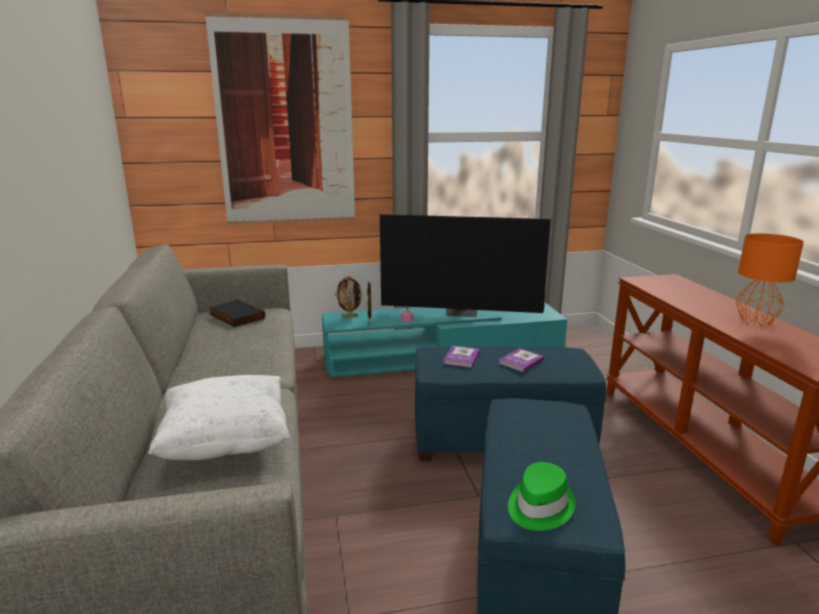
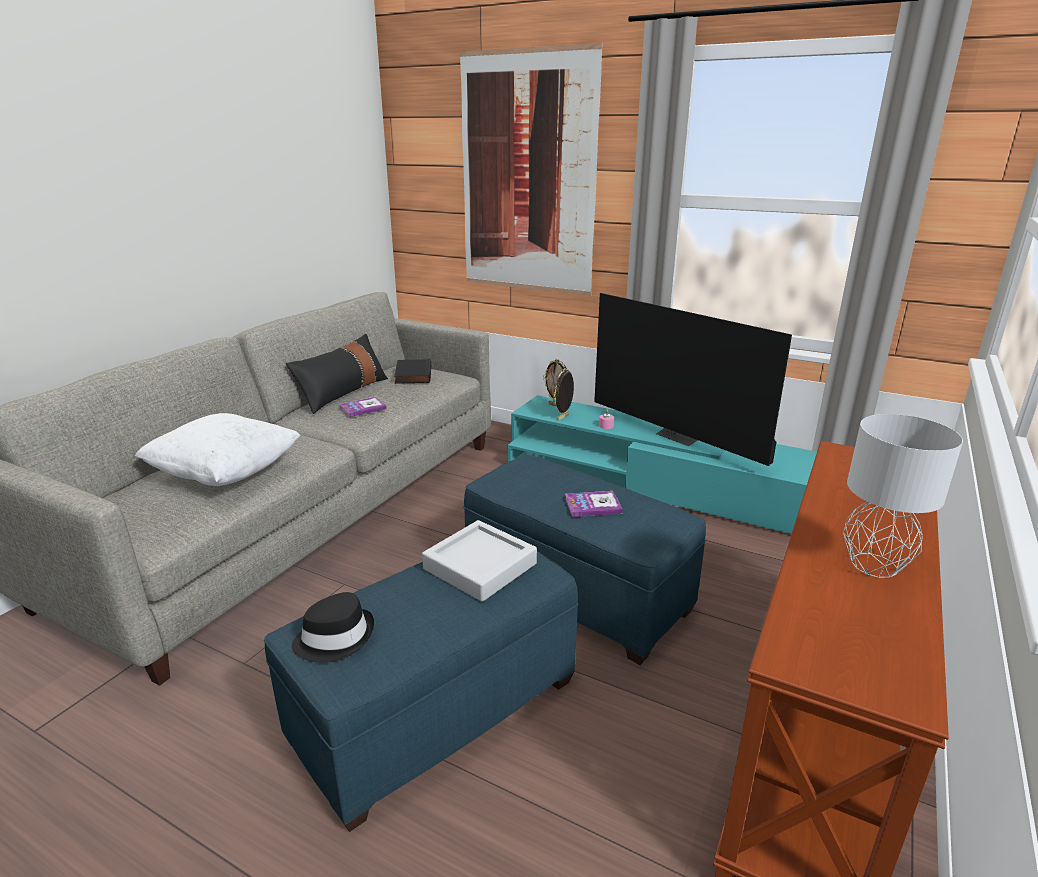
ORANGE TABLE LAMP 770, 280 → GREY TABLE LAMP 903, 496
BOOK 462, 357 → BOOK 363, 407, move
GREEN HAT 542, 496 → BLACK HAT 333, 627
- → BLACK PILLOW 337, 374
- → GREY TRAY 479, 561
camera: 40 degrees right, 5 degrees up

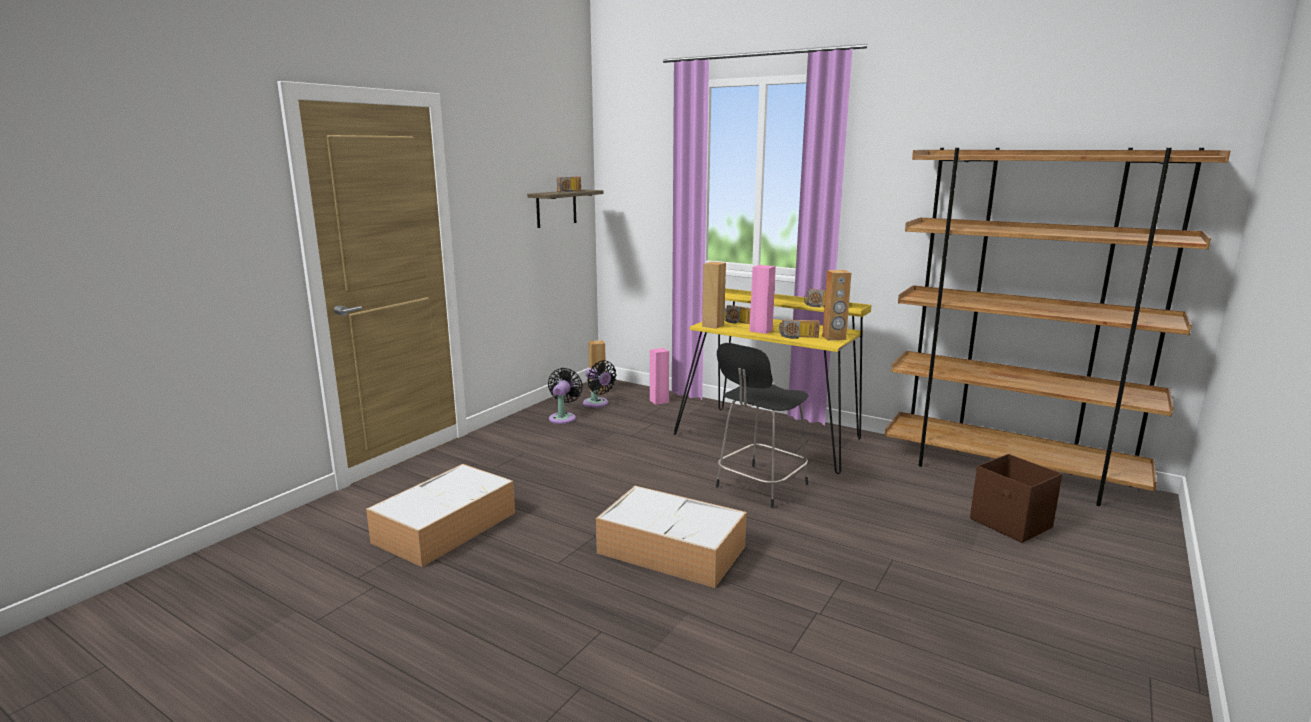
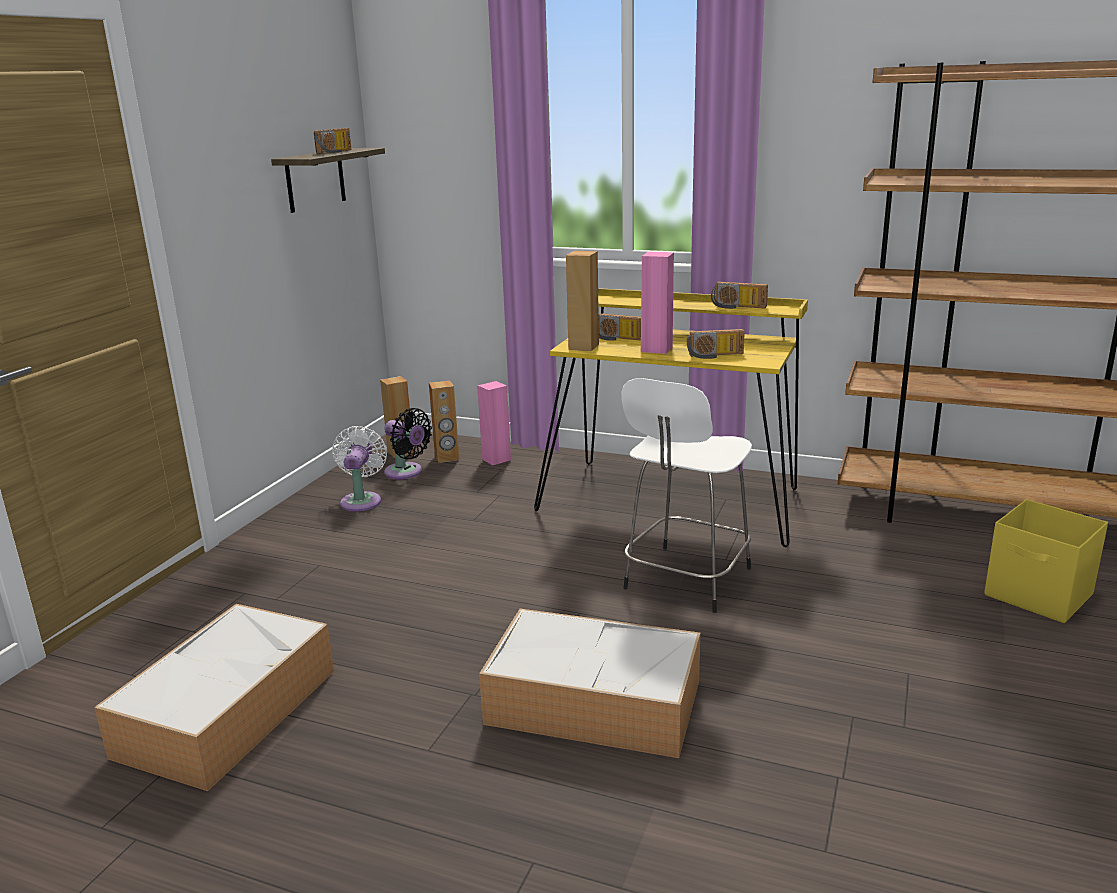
BROWN SPEAKER 836, 305 → BROWN SPEAKER 444, 421, move
BLACK STOOL 762, 425 → WHITE STOOL 686, 495
BLACK FAN 565, 396 → WHITE FAN 359, 469
BROWN STORAGE BOX 1016, 498 → YELLOW STORAGE BOX 1046, 561
camera: 10 degrees left, 5 degrees up

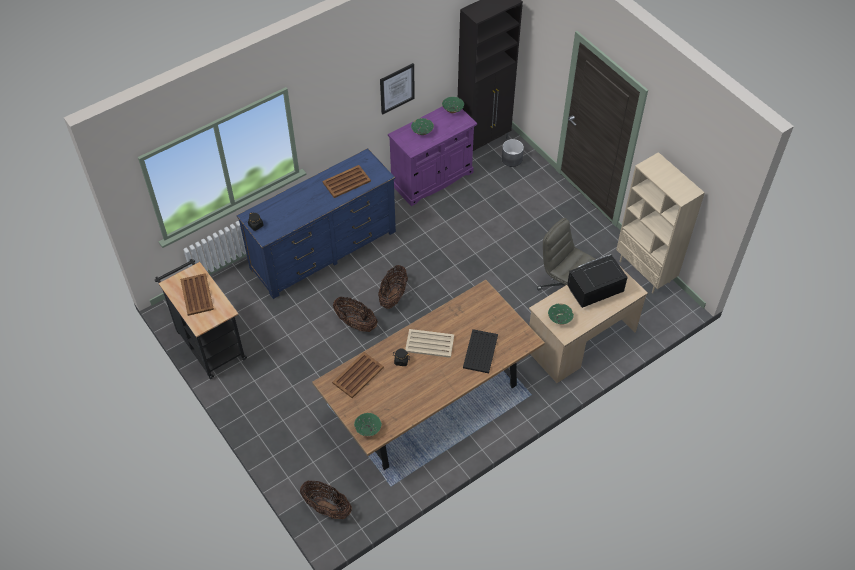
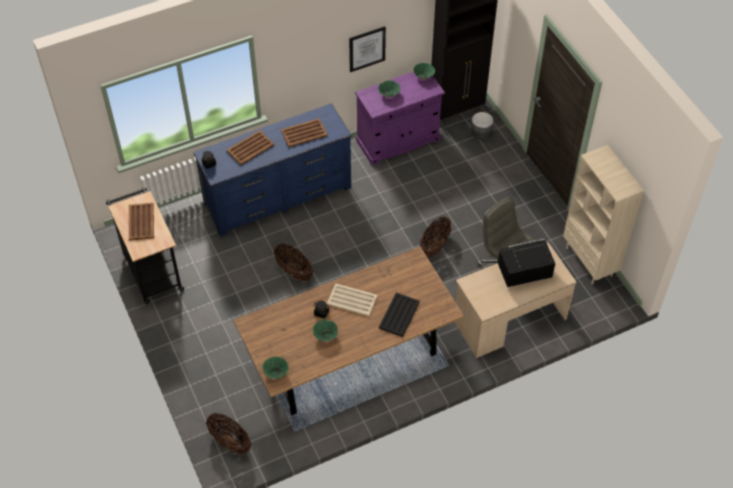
BASKET 393, 287 → BASKET 435, 236, move
GREEN BOWL 561, 314 → GREEN BOWL 325, 330, move
BROWN TRAY 358, 375 → BROWN TRAY 250, 147, move
camera: 10 degrees right, 0 degrees up

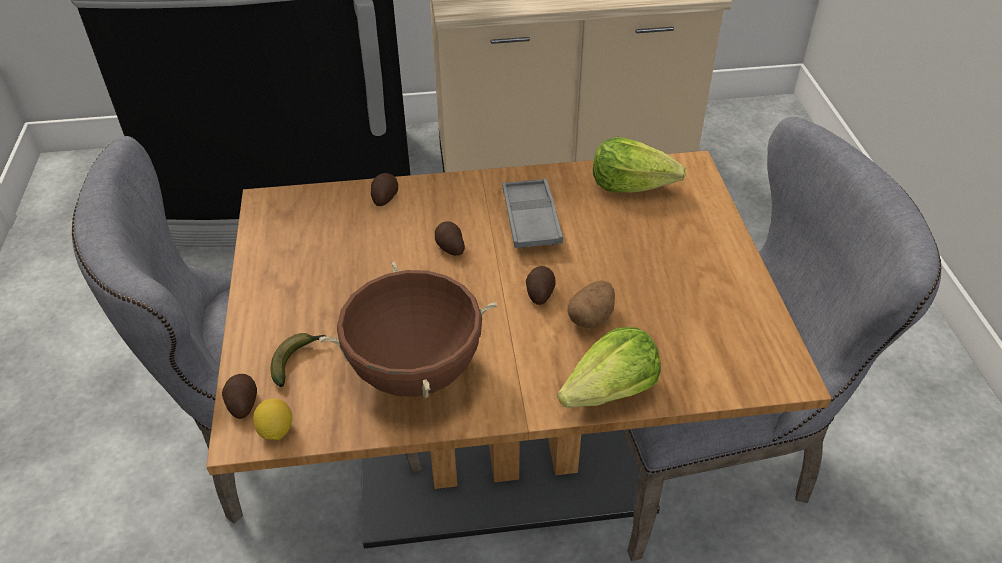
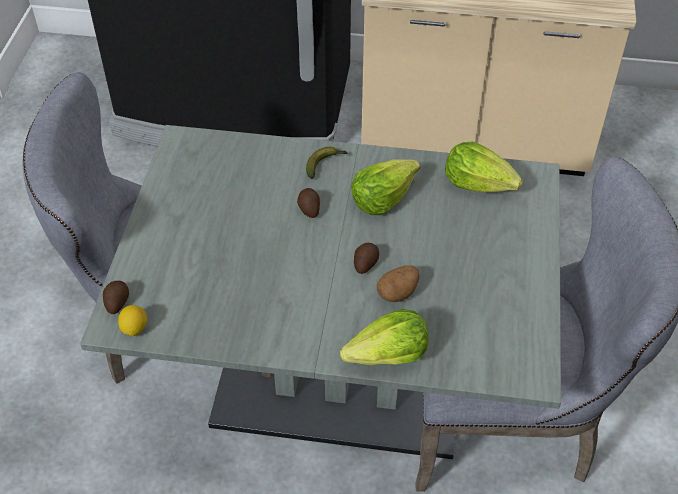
BROWN DINING TABLE 519, 350 → GREY DINING TABLE 320, 292
POTATO 384, 189 → -
GREY TRAY 532, 213 → LETTUCE 385, 187
BROWN COOKING POT 408, 330 → -
BANANA 298, 360 → BANANA 327, 163, move
camera: 15 degrees right, 5 degrees up

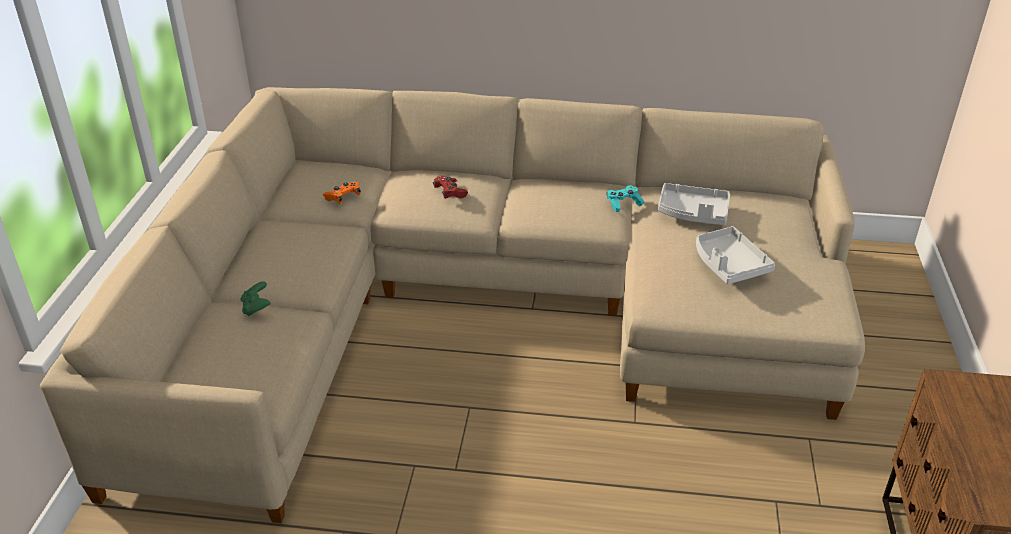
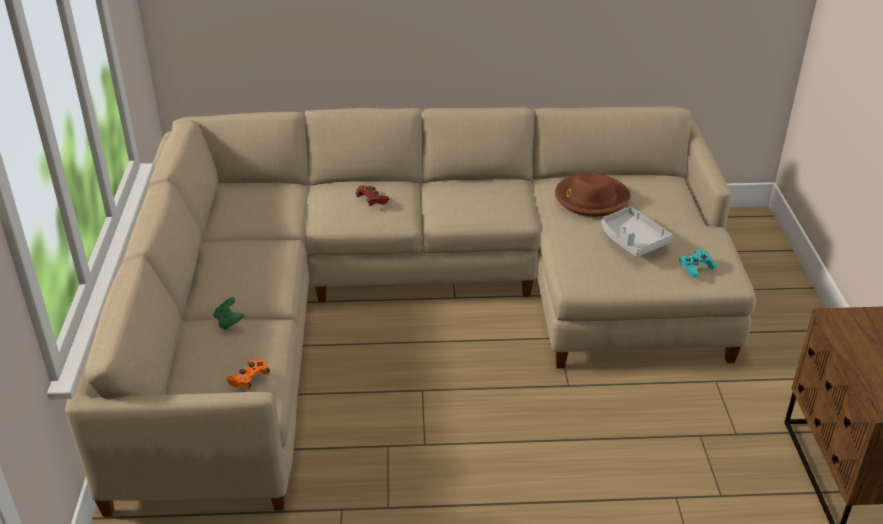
ORANGE GAME CONTROLLER 342, 193 → ORANGE GAME CONTROLLER 248, 375, move
GREY TRAY 694, 204 → BROWN HAT 593, 194
TURQUOISE GAME CONTROLLER 625, 198 → TURQUOISE GAME CONTROLLER 698, 263, move
camera: 10 degrees left, 0 degrees up

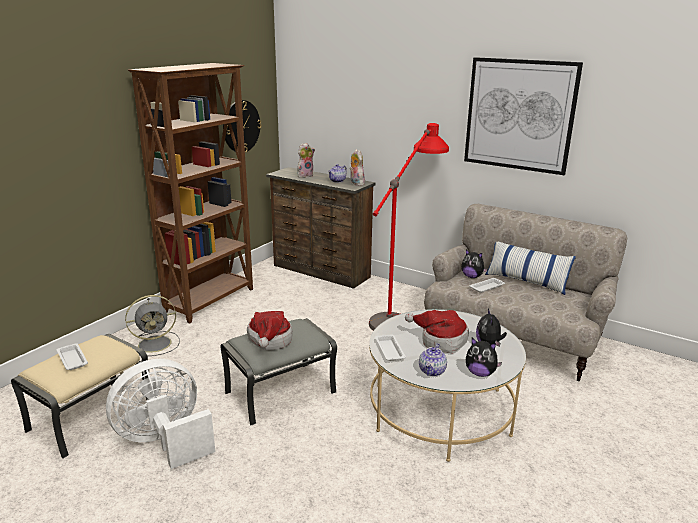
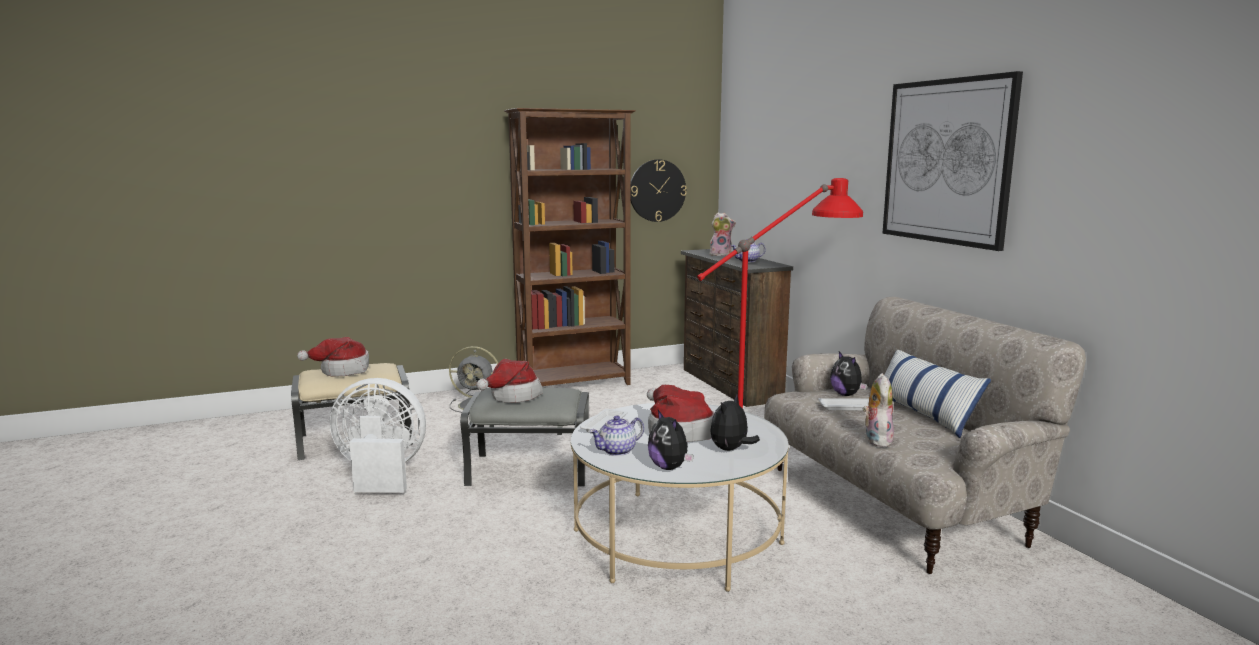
PLUSH TOY 357, 167 → PLUSH TOY 878, 410, move
WHITE TRAY 72, 356 → HAT 333, 356
camera: 35 degrees right, 10 degrees down

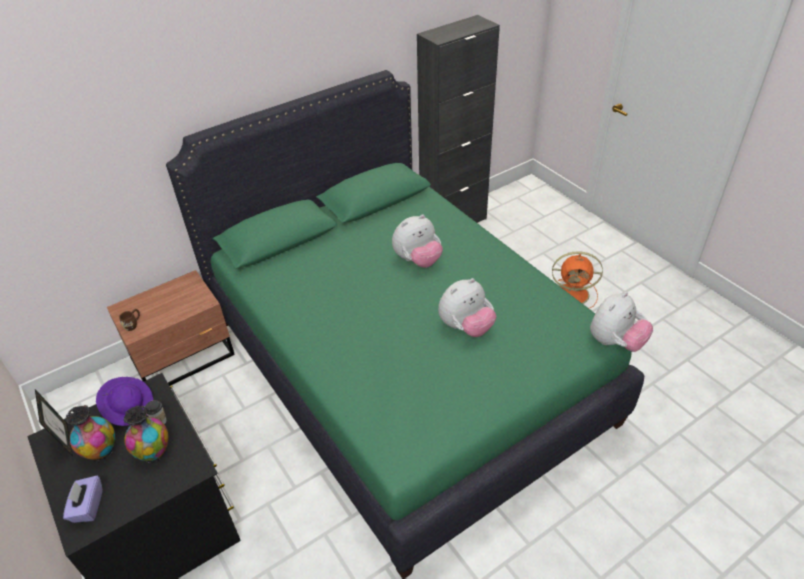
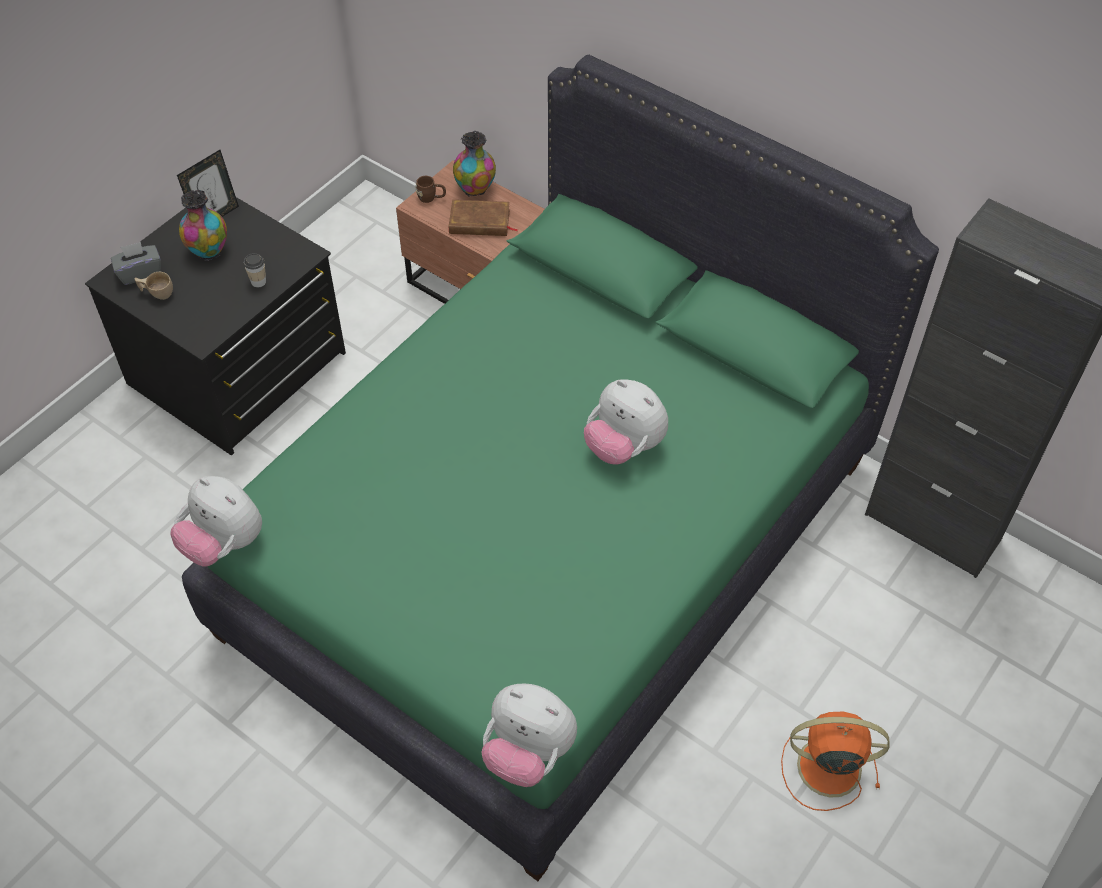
ORANGE FAN 577, 279 → ORANGE FAN 835, 761, 105 degrees clockwise
PLUSH TOY 467, 307 → PLUSH TOY 216, 521, move
PURPLE HAT 124, 401 → -
VASE 146, 434 → VASE 474, 164, move
PURPLE TISSUE BOX 83, 499 → GREY TISSUE BOX 136, 263
- → BROWN BOOK 484, 218
- → BEIGE CUP 153, 286
camera: 70 degrees right, 10 degrees up

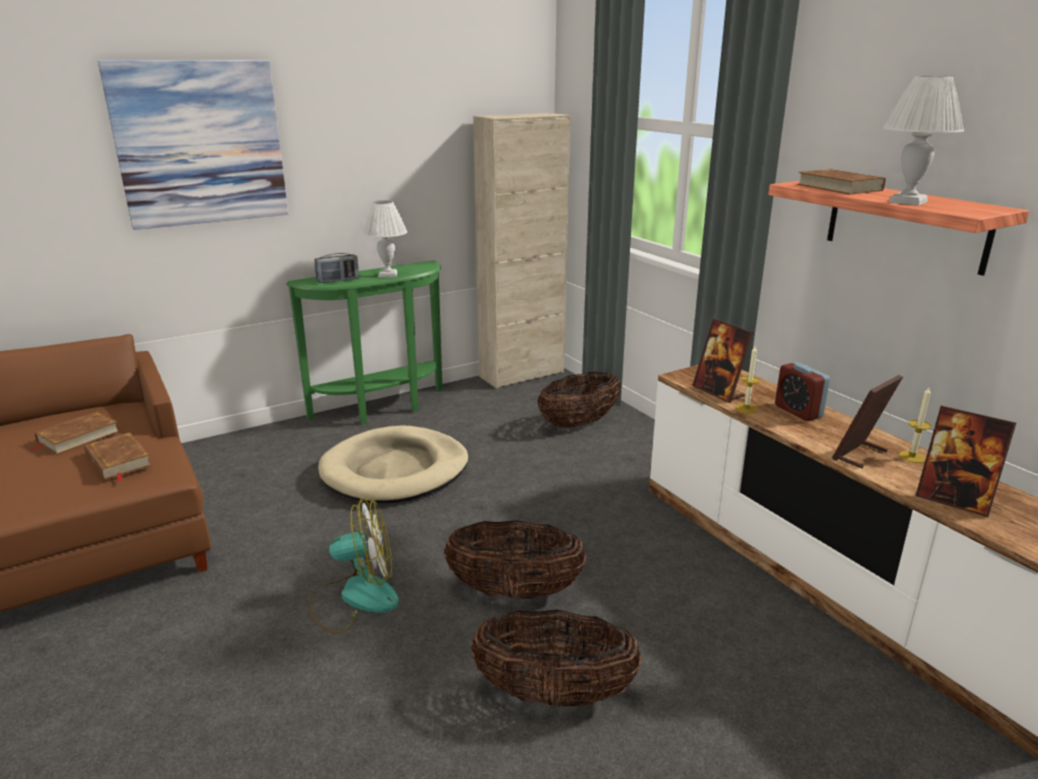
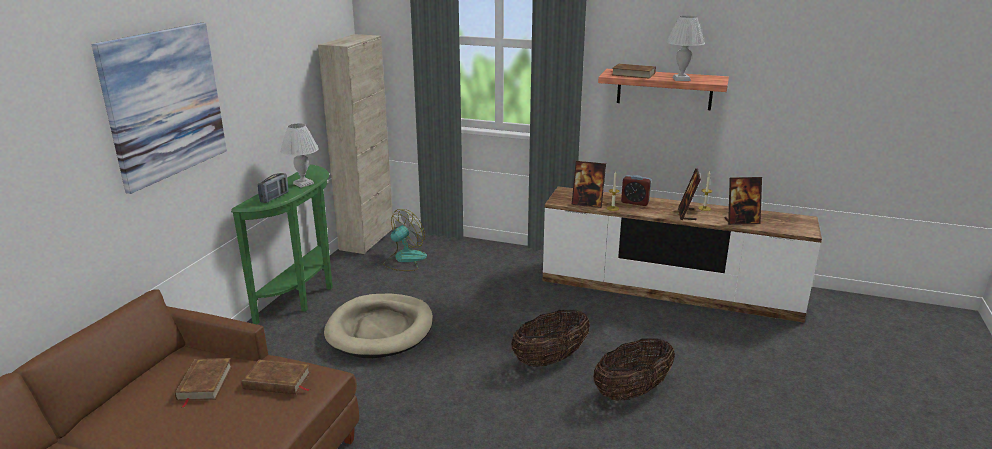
BASKET 579, 400 → -
FAN 354, 566 → FAN 405, 240, move
camera: 40 degrees left, 0 degrees up

